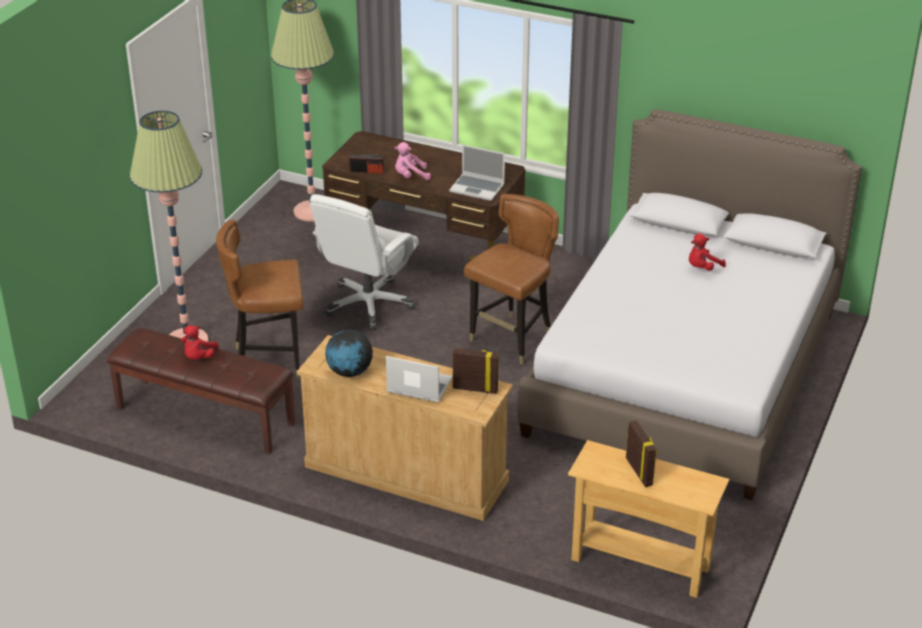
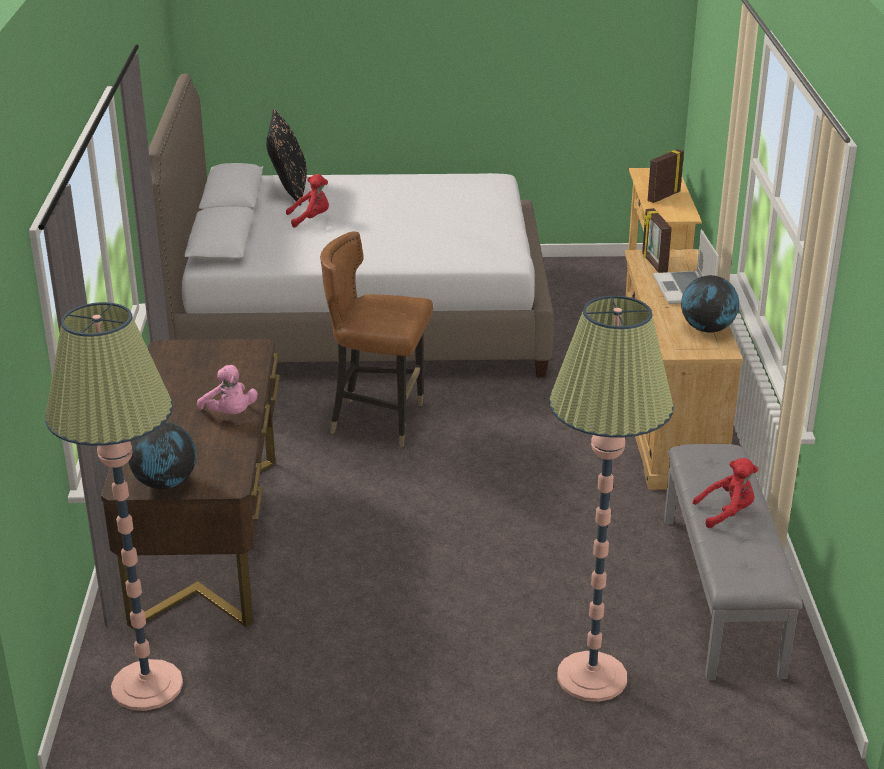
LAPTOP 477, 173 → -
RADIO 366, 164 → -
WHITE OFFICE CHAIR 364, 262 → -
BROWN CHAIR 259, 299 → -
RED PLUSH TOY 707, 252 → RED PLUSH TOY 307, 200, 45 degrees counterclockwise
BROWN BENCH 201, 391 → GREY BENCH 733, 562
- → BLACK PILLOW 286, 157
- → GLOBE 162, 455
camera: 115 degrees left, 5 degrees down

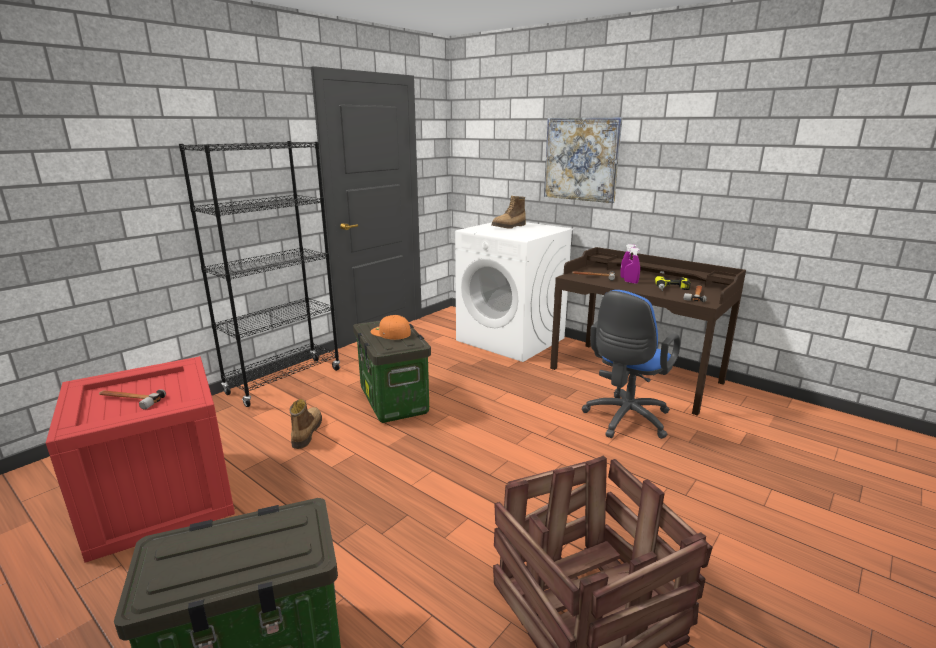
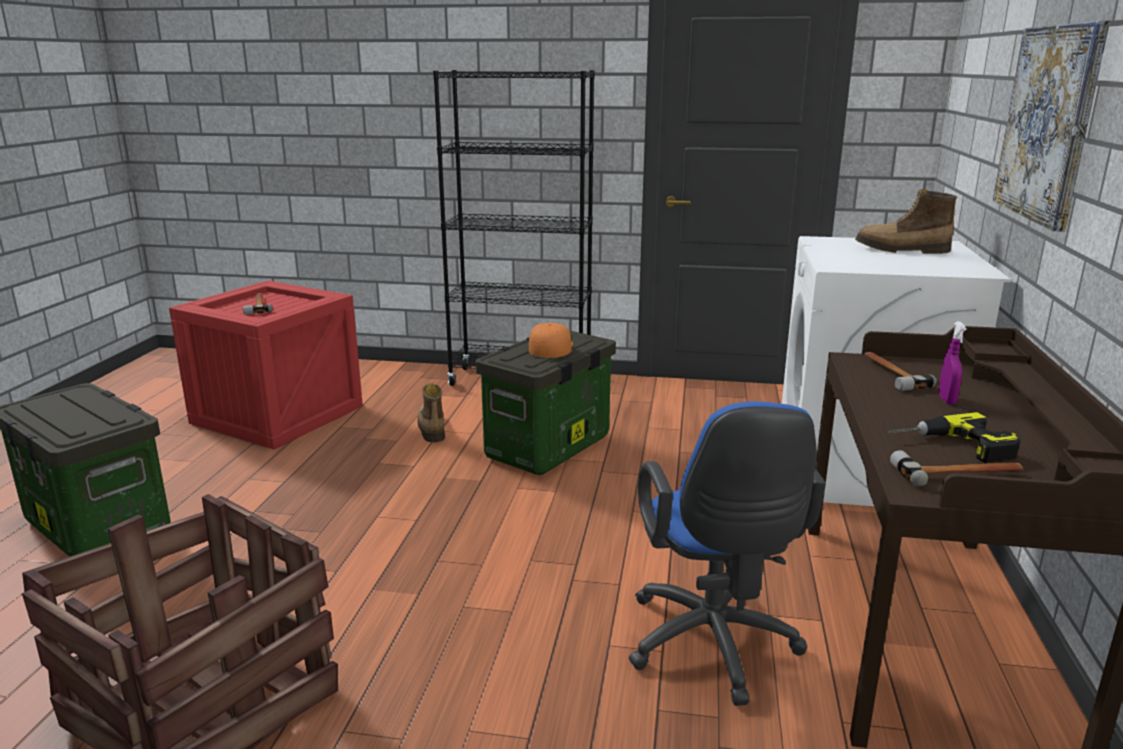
PURPLE SPRAY BOTTLE 632, 265 → -
BLUE OFFICE CHAIR 631, 364 → BLUE OFFICE CHAIR 727, 553, 105 degrees counterclockwise
BOOT 306, 424 → BOOT 431, 412, 75 degrees counterclockwise
camera: 60 degrees right, 0 degrees up

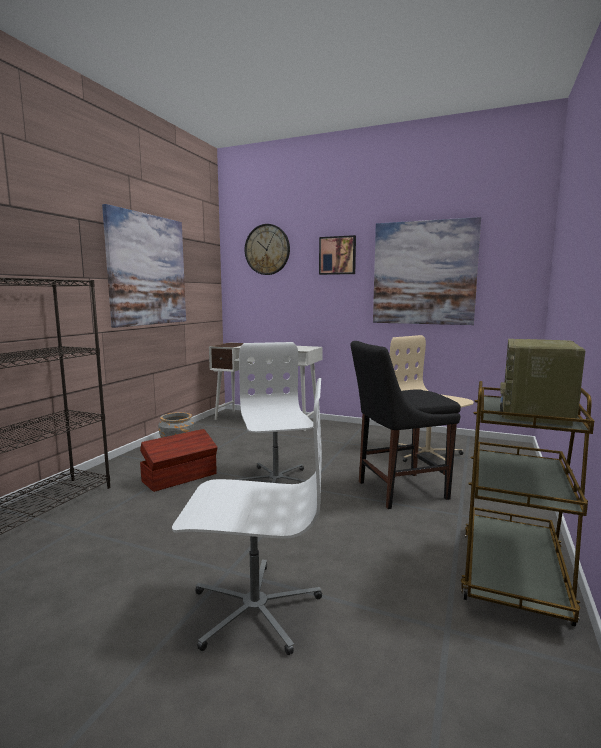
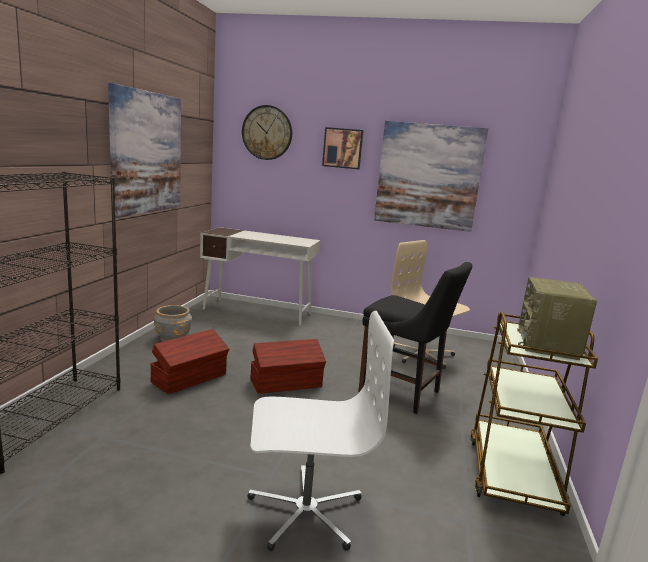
BLACK CHAIR 406, 425 → BLACK CHAIR 415, 338, 120 degrees counterclockwise
WHITE OFFICE CHAIR 274, 412 → BROWN STORAGE BOX 288, 366
camera: 10 degrees left, 5 degrees up

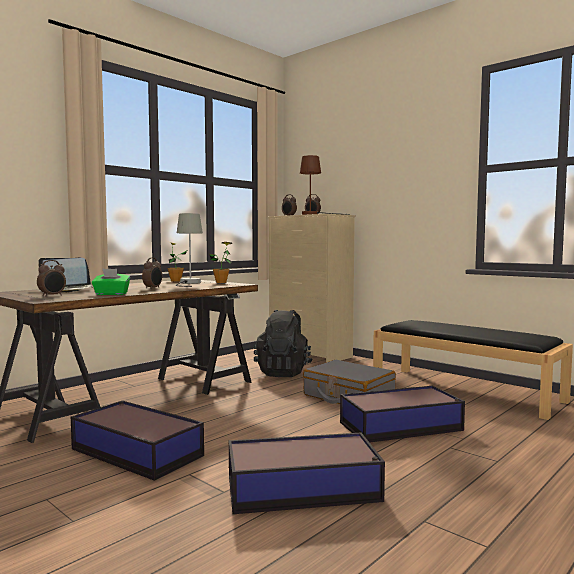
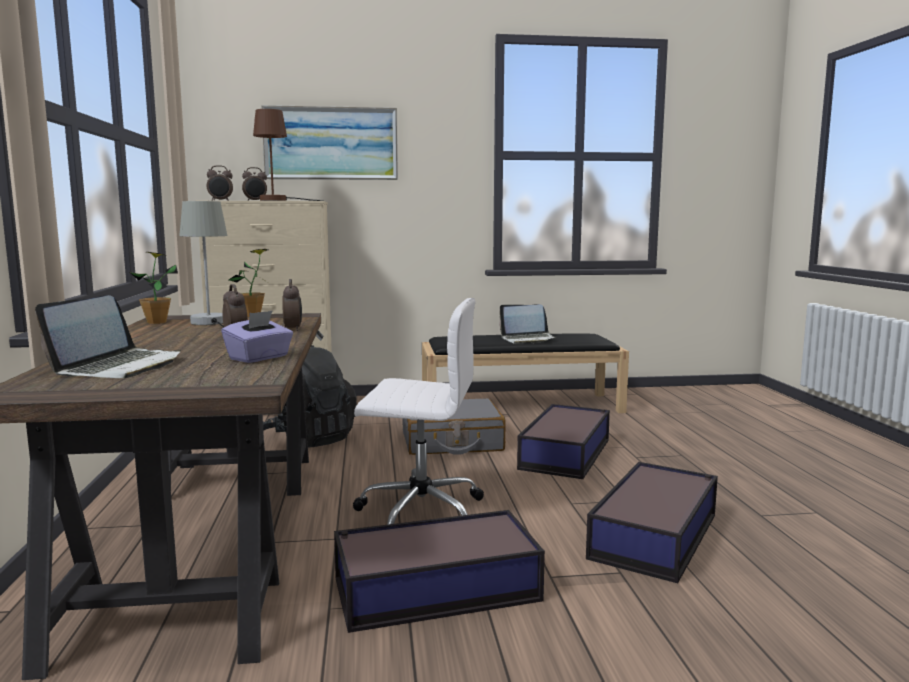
ALARM CLOCK 51, 278 → ALARM CLOCK 292, 305, move
GREEN TISSUE BOX 111, 281 → PURPLE TISSUE BOX 257, 336
- → PICTURE 329, 142
- → WHITE OFFICE CHAIR 418, 411
- → LAPTOP 527, 324
camera: 50 degrees left, 5 degrees up

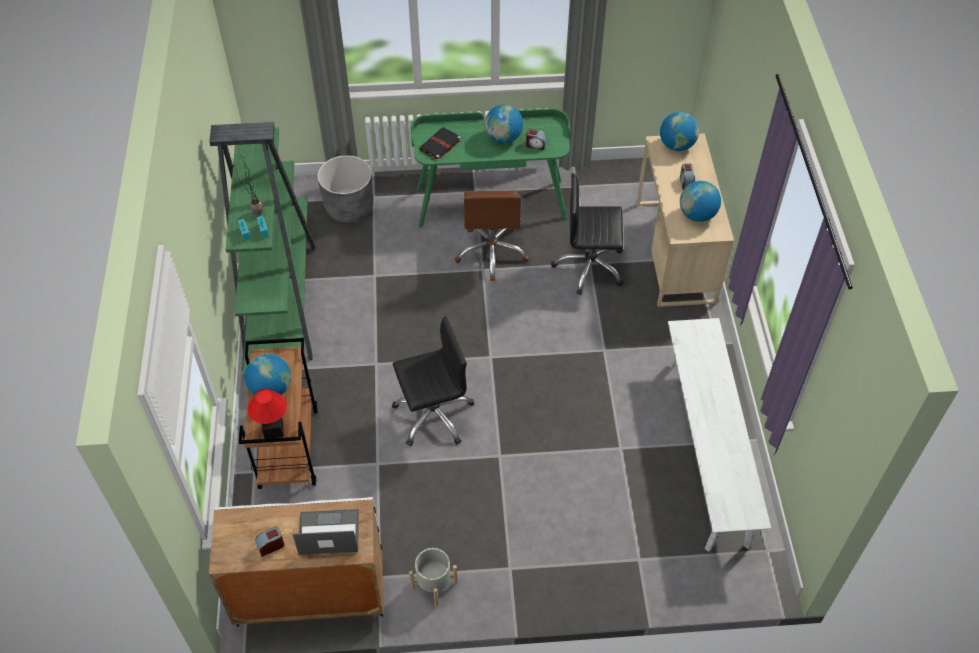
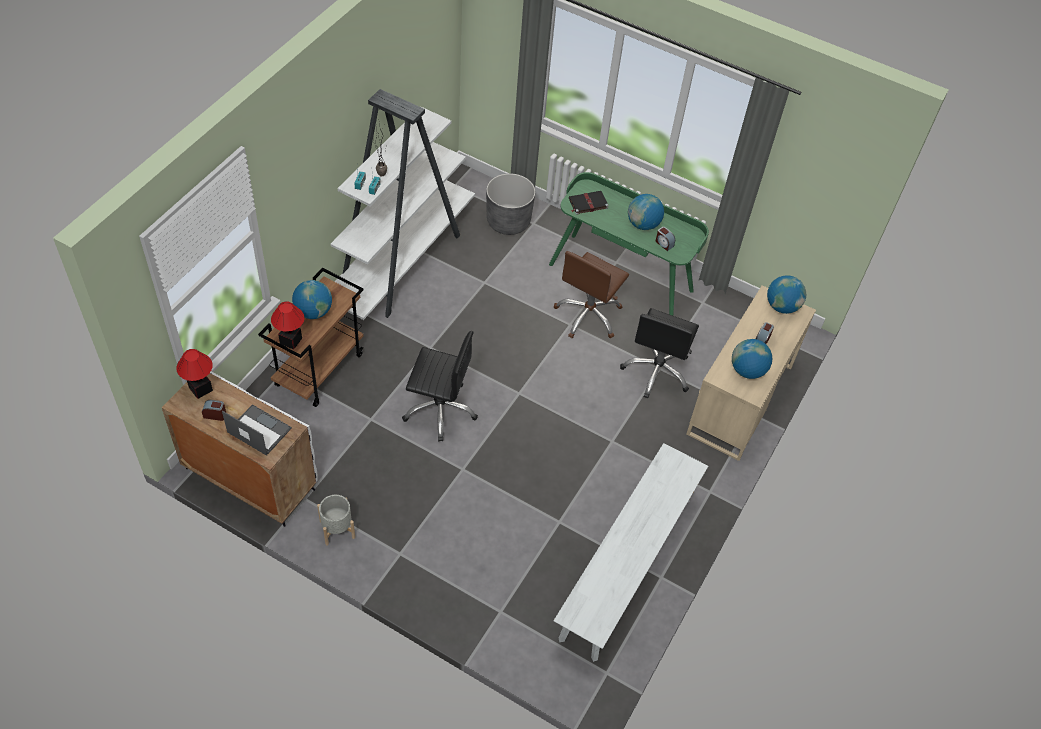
GREEN BOOKCASE 262, 249 → WHITE BOOKCASE 403, 204
BLACK OFFICE CHAIR 587, 234 → BLACK OFFICE CHAIR 659, 353, 105 degrees counterclockwise
- → TABLE LAMP 194, 374
camera: 30 degrees right, 0 degrees up

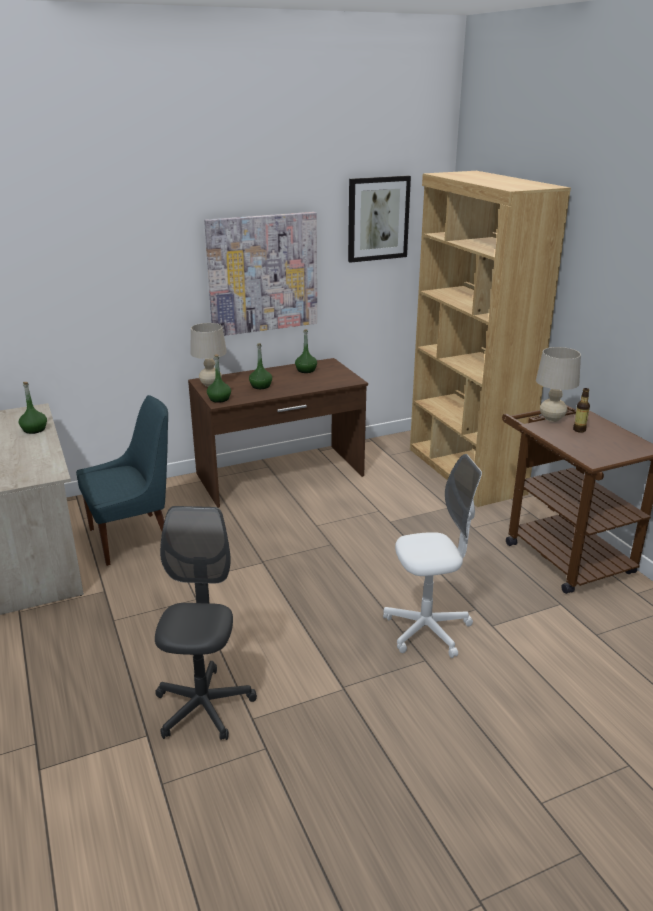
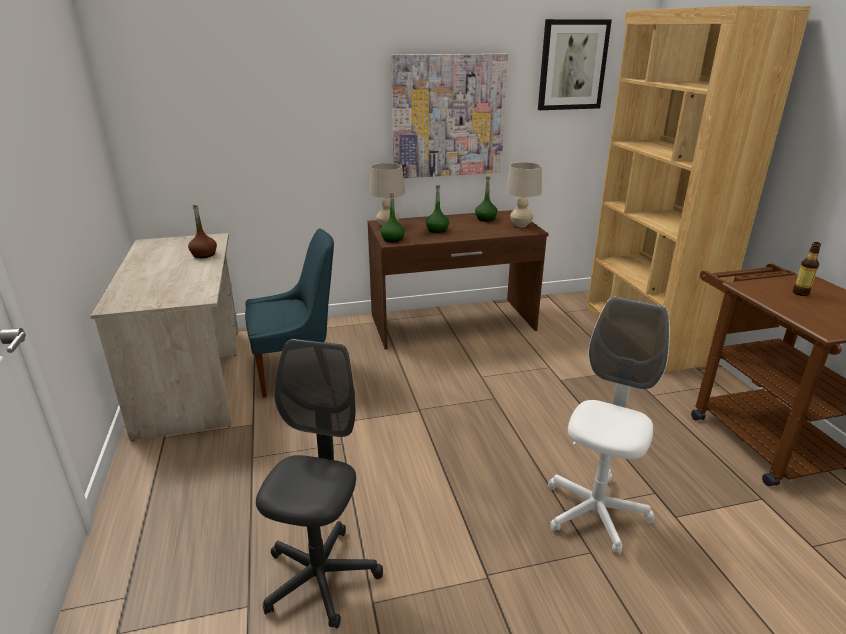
BEIGE TABLE LAMP 558, 384 → BEIGE TABLE LAMP 523, 194, move
GREEN BOTTLE 33, 408 → BROWN BOTTLE 202, 231
WHITE OFFICE CHAIR 432, 556 → WHITE OFFICE CHAIR 609, 426, 60 degrees counterclockwise
camera: 10 degrees right, 0 degrees up

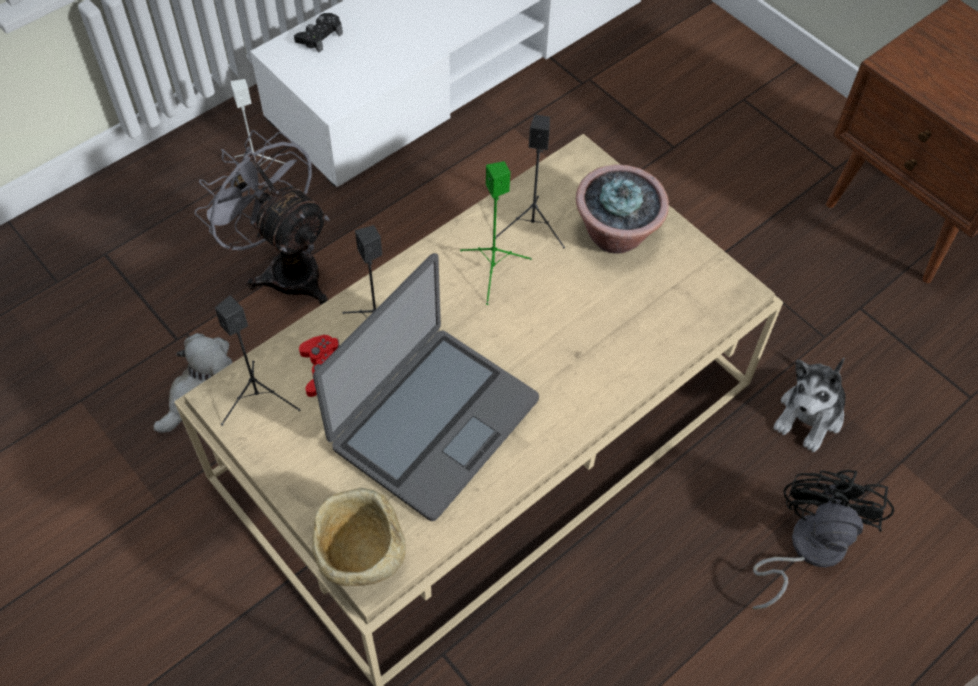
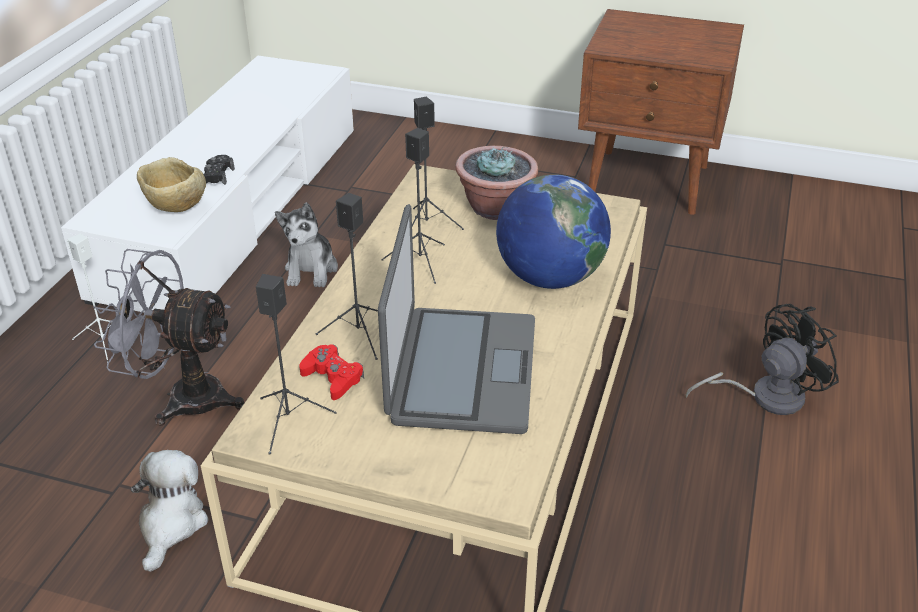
BLACK GAME CONTROLLER 318, 33 → BLACK GAME CONTROLLER 219, 170, move
GREEN SPEAKER 496, 233 → BLACK SPEAKER 413, 206
PLUSH TOY 809, 405 → PLUSH TOY 306, 244, move
BLACK FAN 823, 540 → BLACK FAN 762, 359, 75 degrees clockwise
BEIGE BOWL 359, 537 → BEIGE BOWL 171, 184, move
- → GLOBE 553, 231
camera: 30 degrees left, 20 degrees down

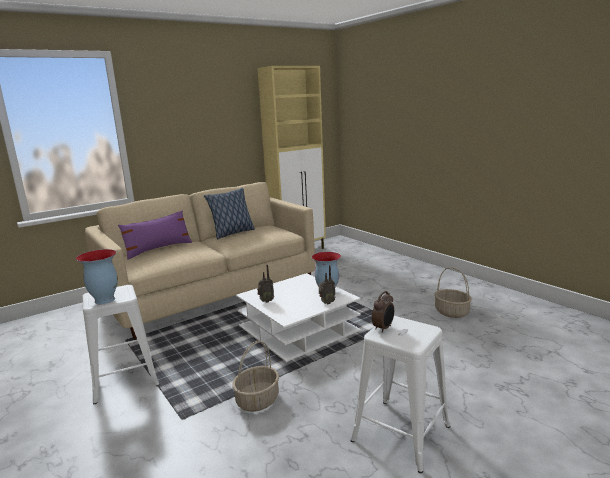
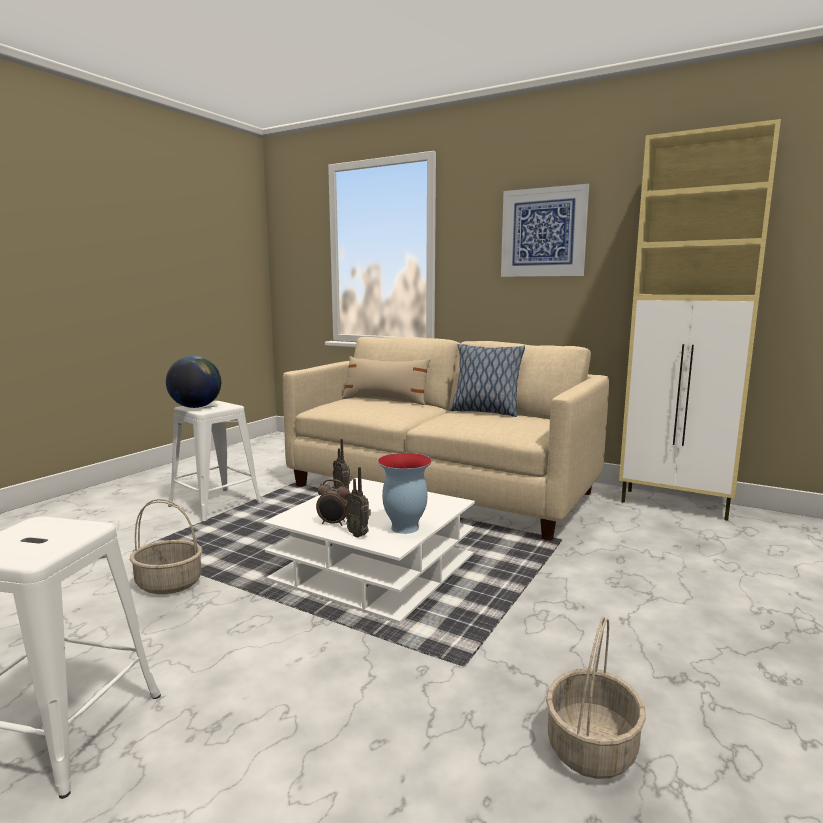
PURPLE PILLOW 155, 235 → BEIGE PILLOW 386, 380
VASE 97, 277 → GLOBE 193, 382
ALARM CLOCK 383, 312 → ALARM CLOCK 333, 502, move
- → PICTURE 545, 230
camera: 65 degrees right, 5 degrees down

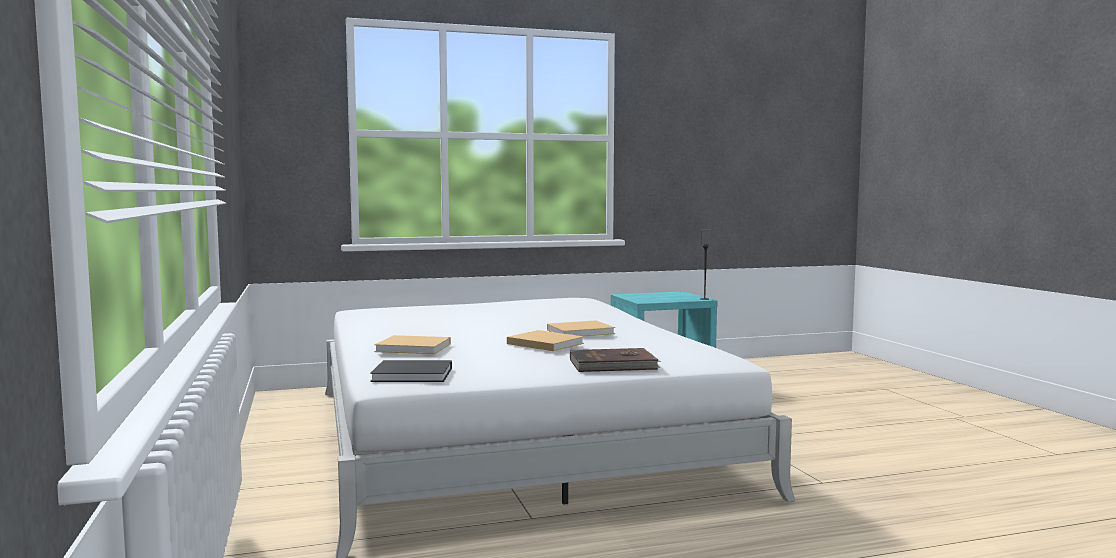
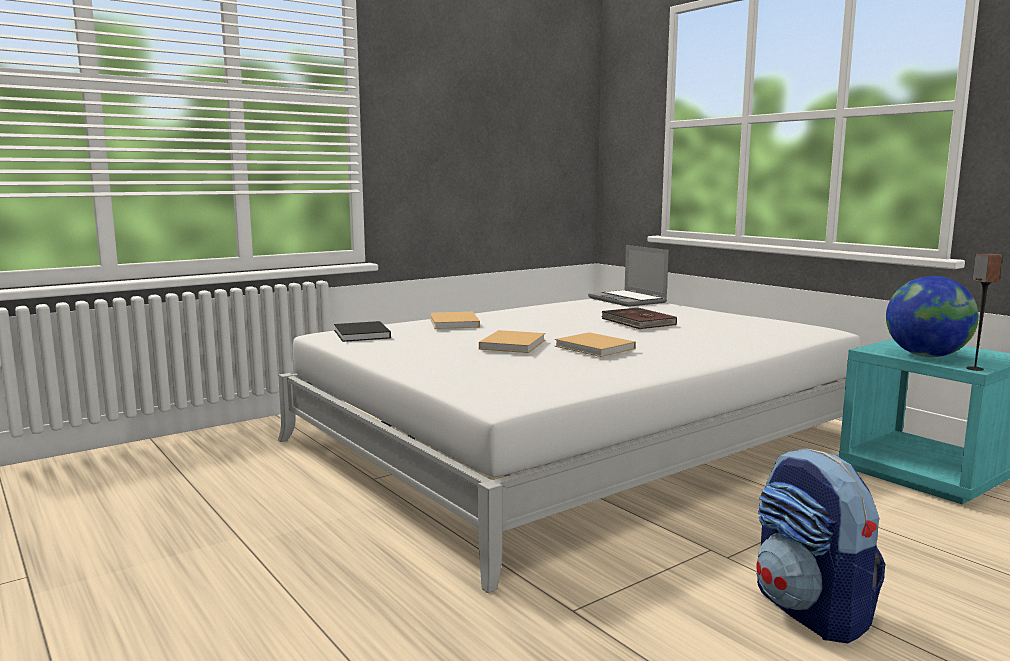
BROWN BOOK 615, 360 → BROWN BOOK 639, 318, move
- → LAPTOP 628, 276
- → GLOBE 932, 316
- → BACKPACK 820, 546
camera: 70 degrees right, 5 degrees up

